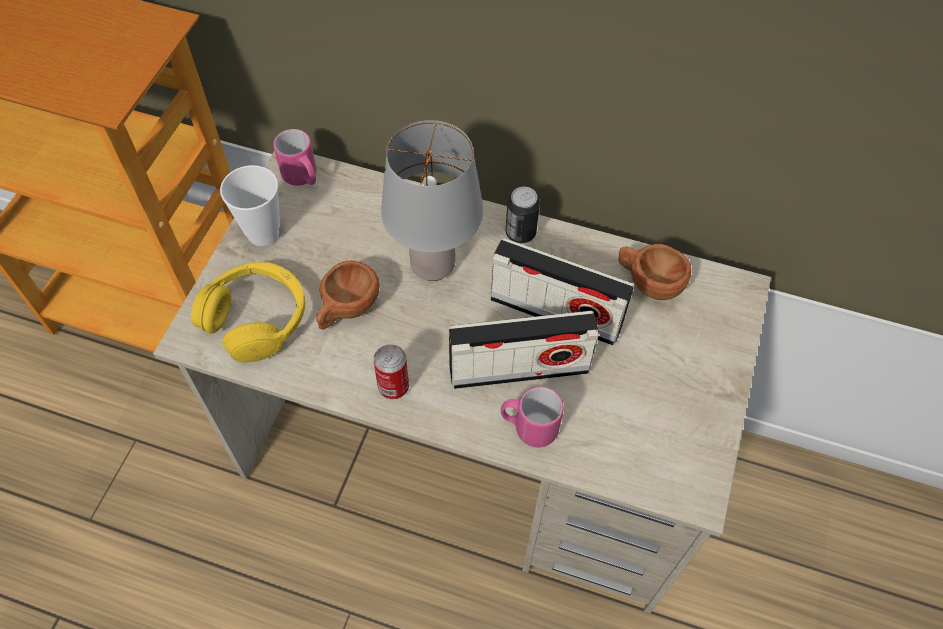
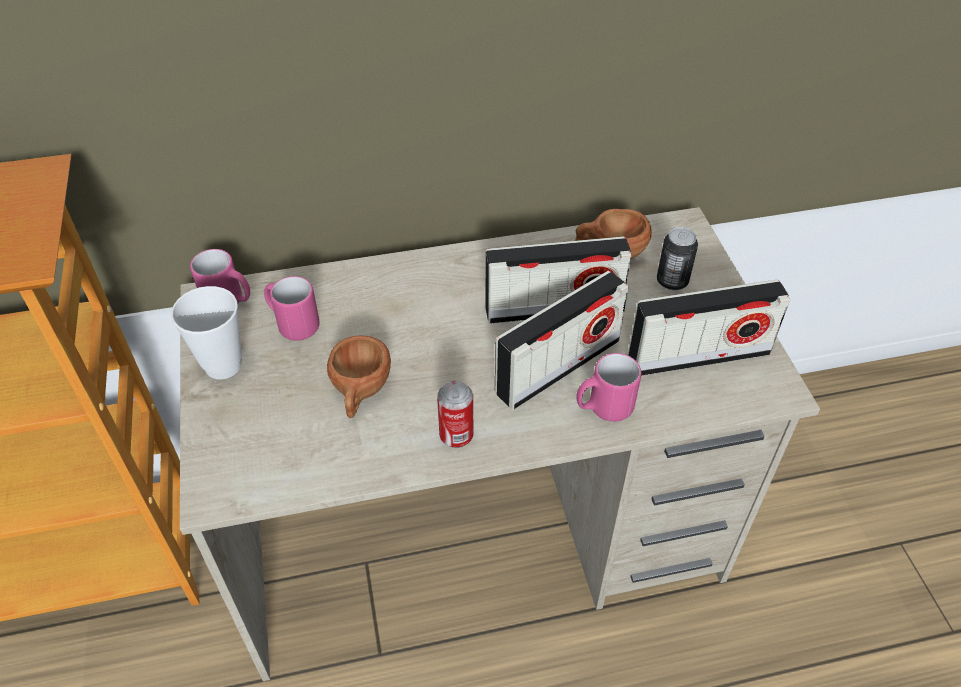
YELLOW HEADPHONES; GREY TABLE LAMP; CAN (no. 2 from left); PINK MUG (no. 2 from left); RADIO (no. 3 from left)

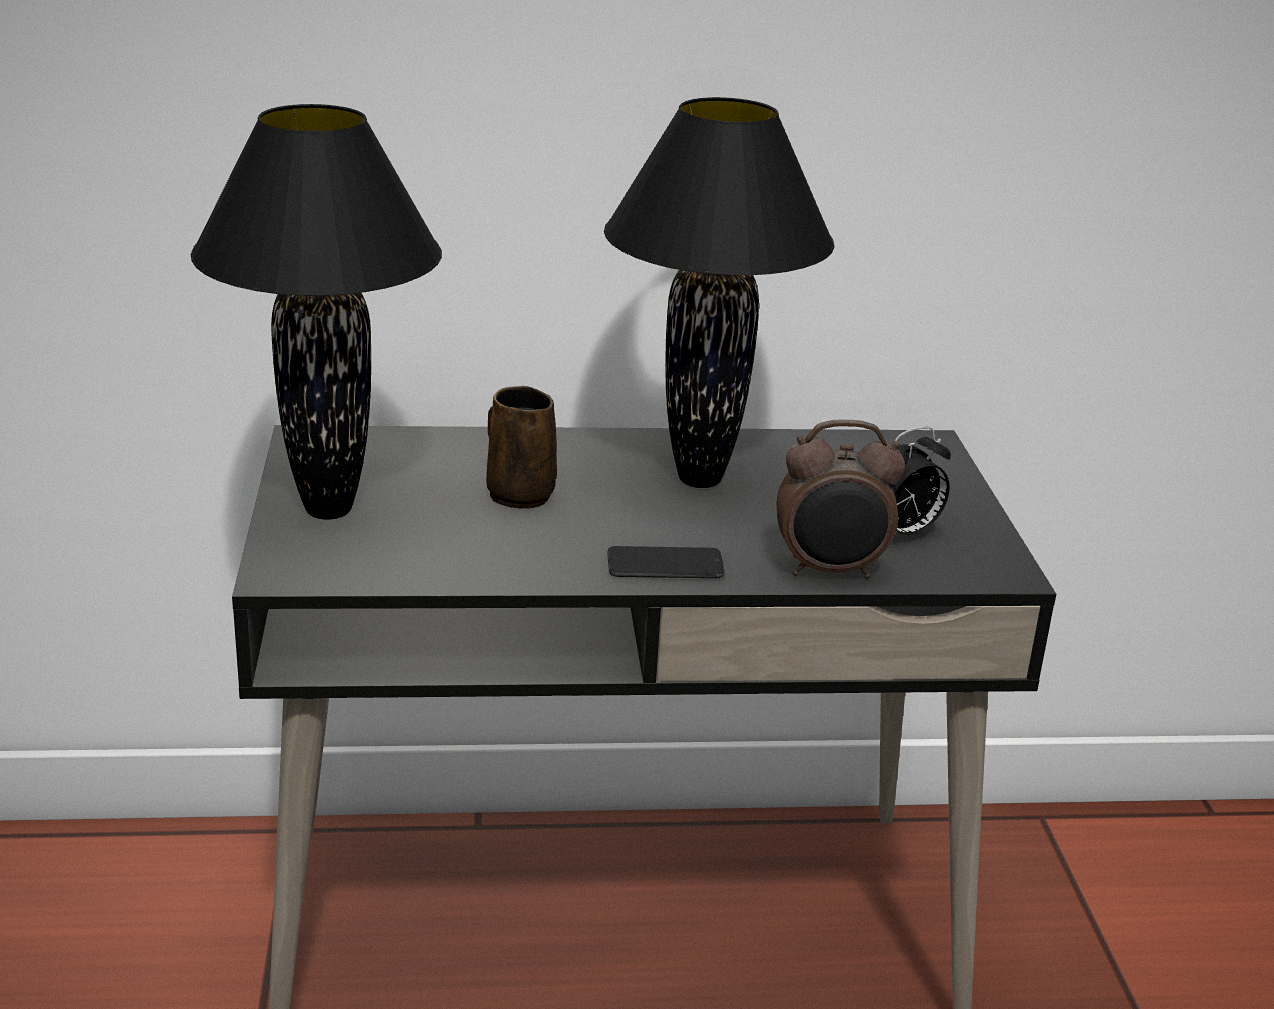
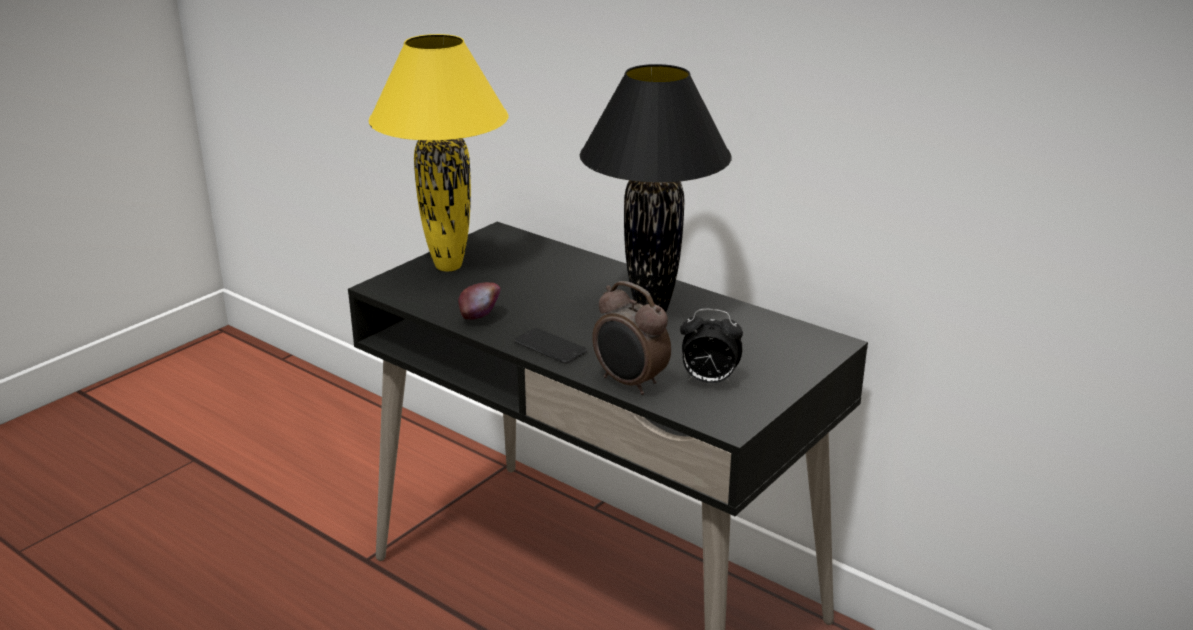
YELLOW TABLE LAMP; BROWN MUG; APPLE

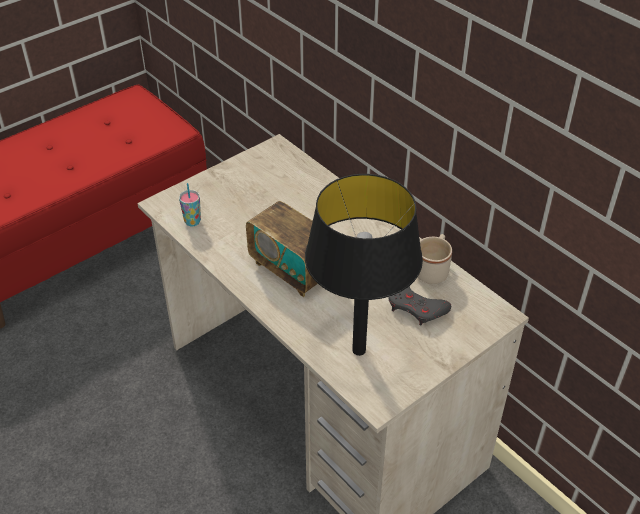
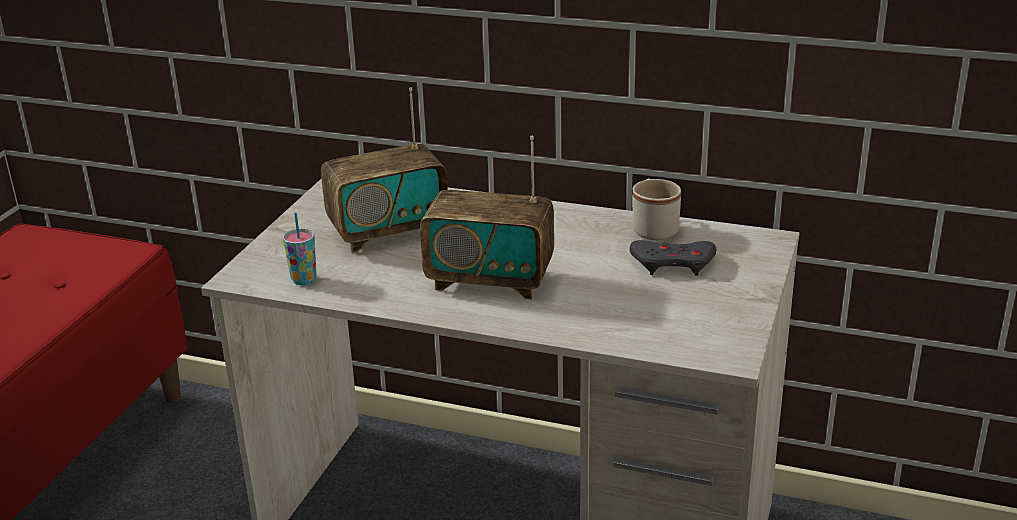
BLACK TABLE LAMP; RADIO (no. 1 from left)

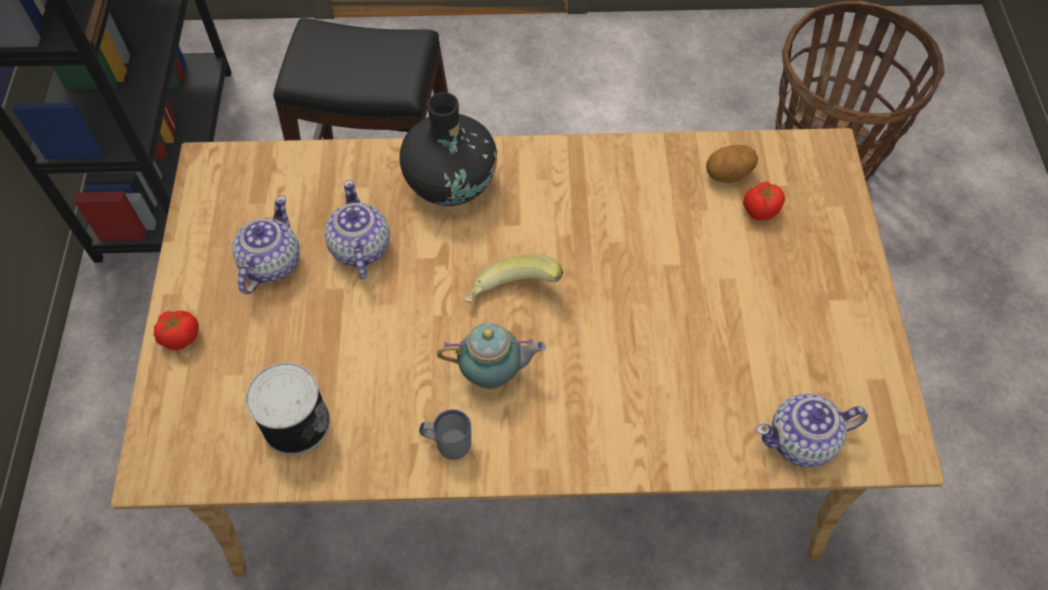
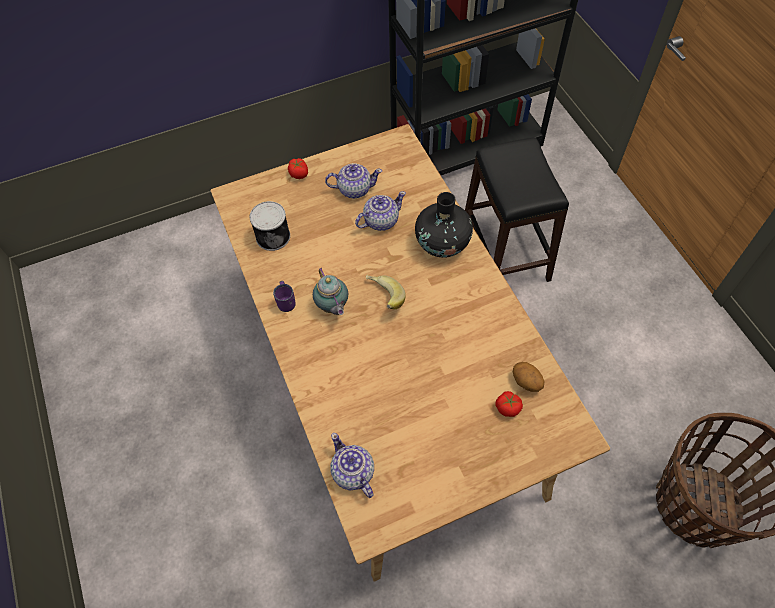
PURPLE MUG

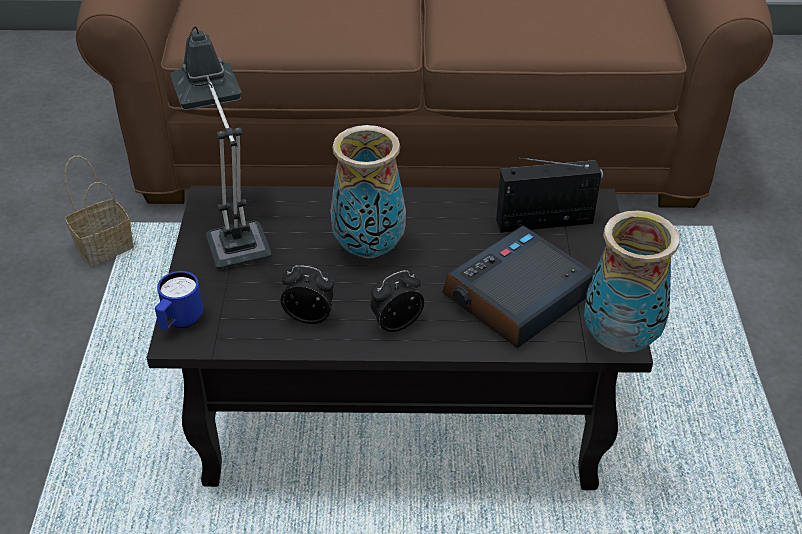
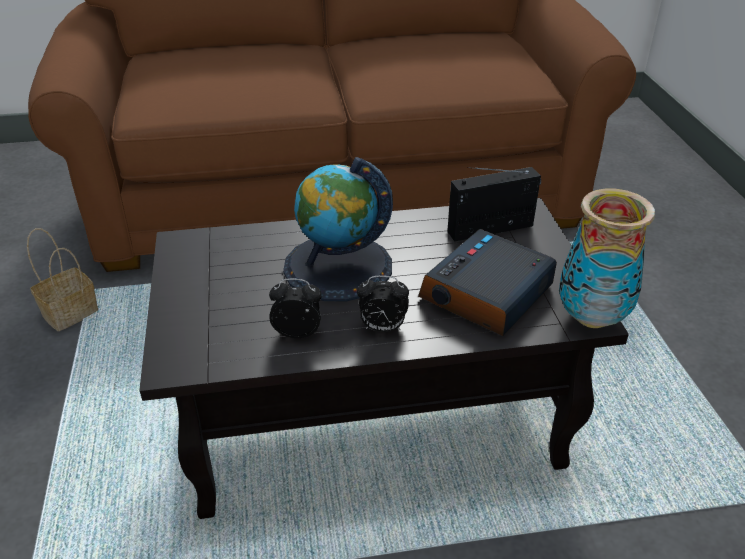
BLUE MUG; TABLE LAMP; GLOBE; ALARM CLOCK (no. 2 from left)

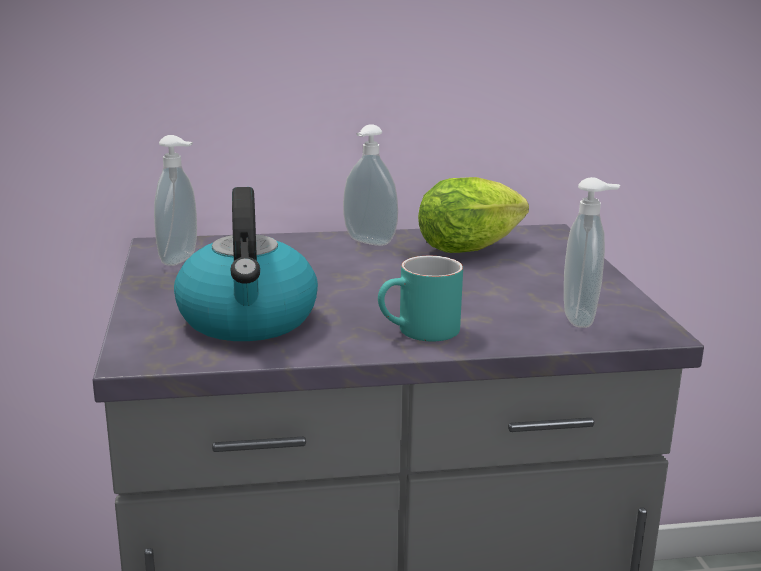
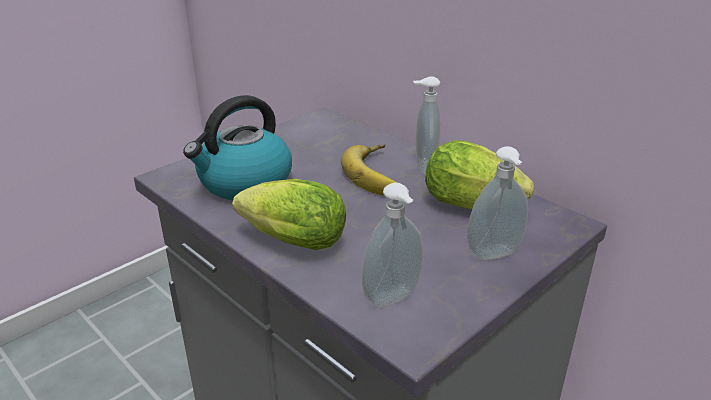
SOAP DISPENSER (no. 3 from left); LETTUCE (no. 1 from left); BANANA

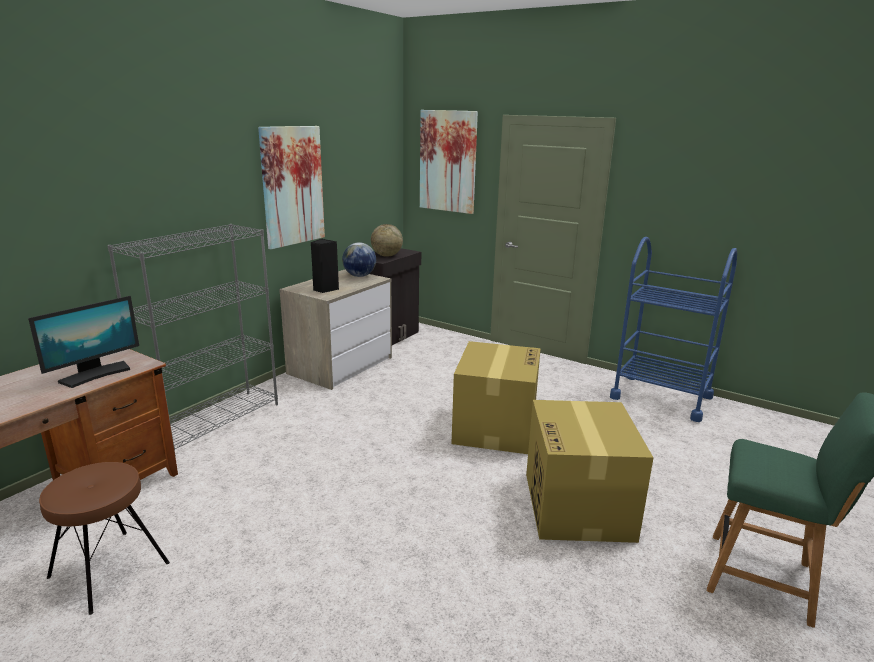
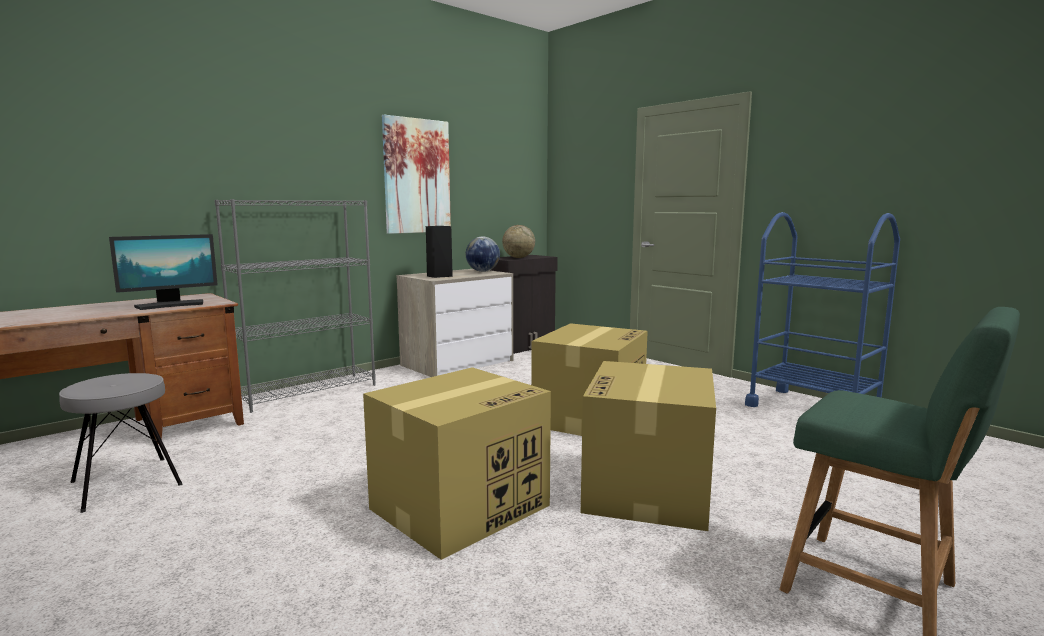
GREY STOOL; PICTURE (no. 2 from left in the first image); CARDBOARD BOX (no. 1 from left)

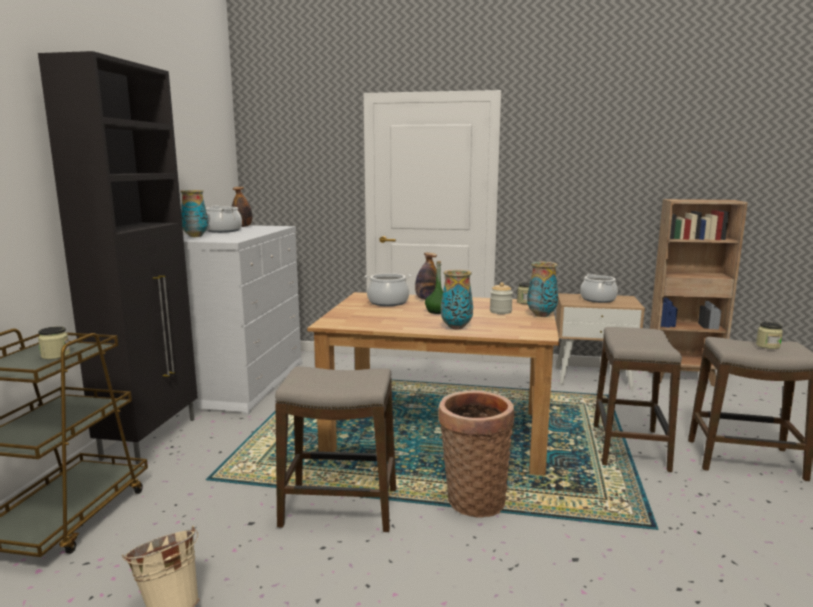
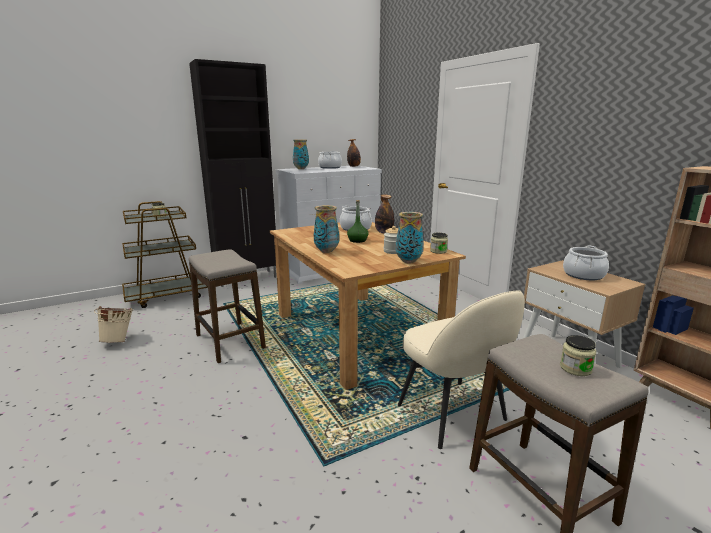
BASKET; BEIGE CHAIR

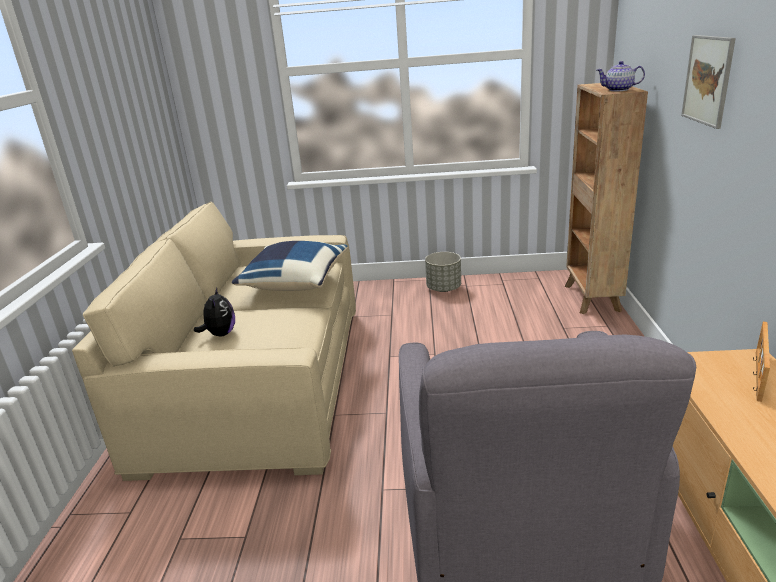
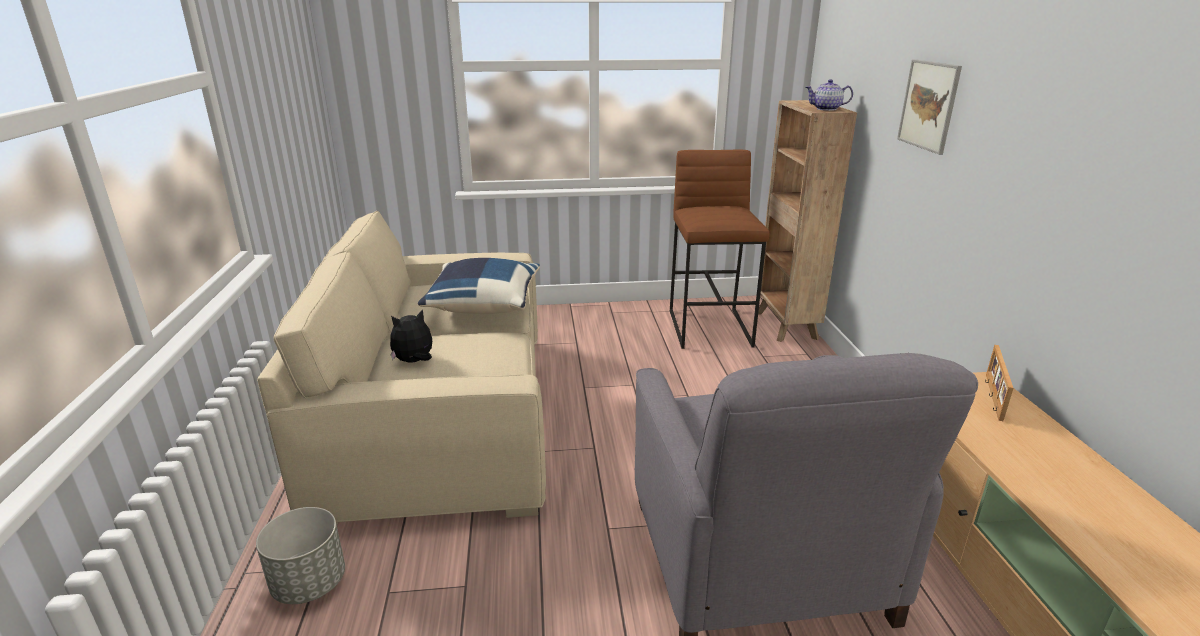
PLUSH TOY; GREY PLANTER; BROWN STOOL

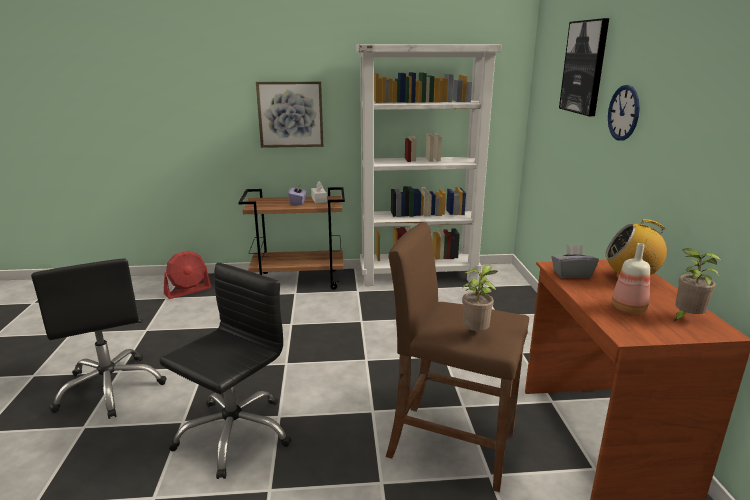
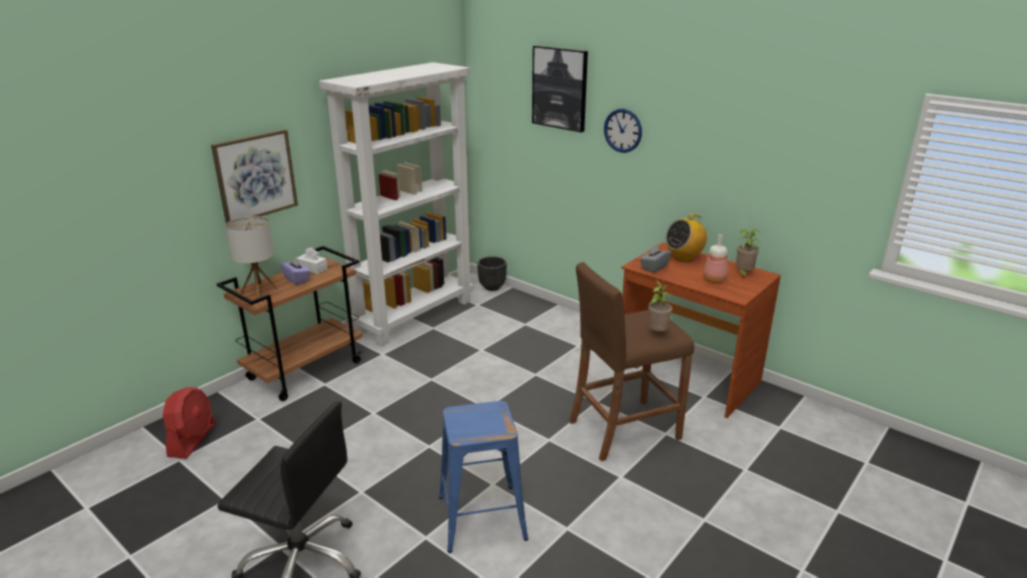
BLUE STOOL; TABLE LAMP; BLACK PLANTER

